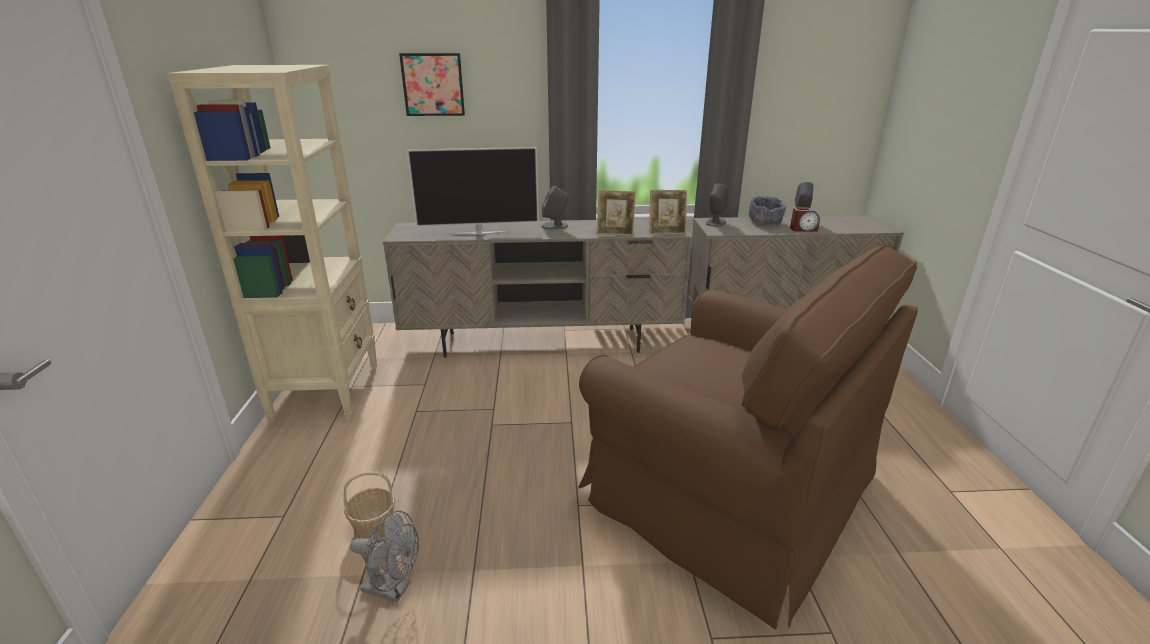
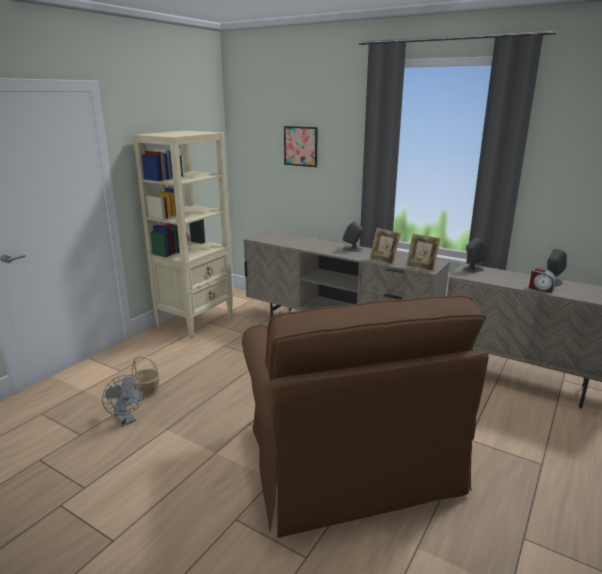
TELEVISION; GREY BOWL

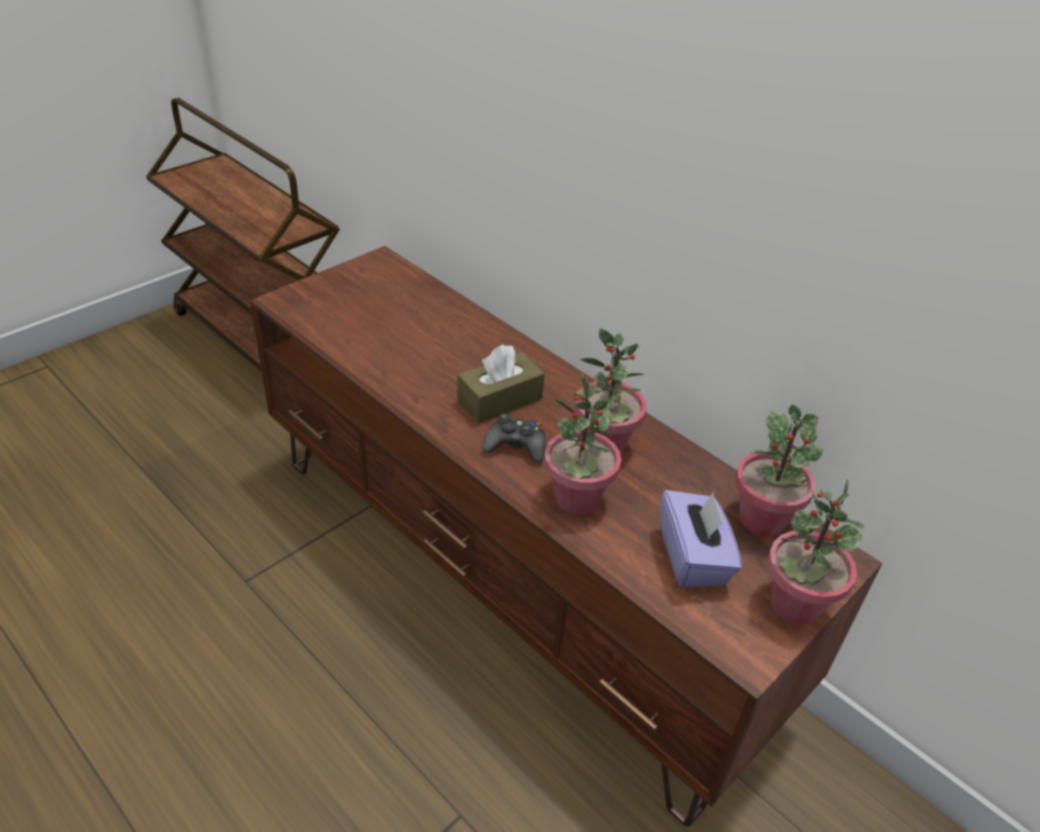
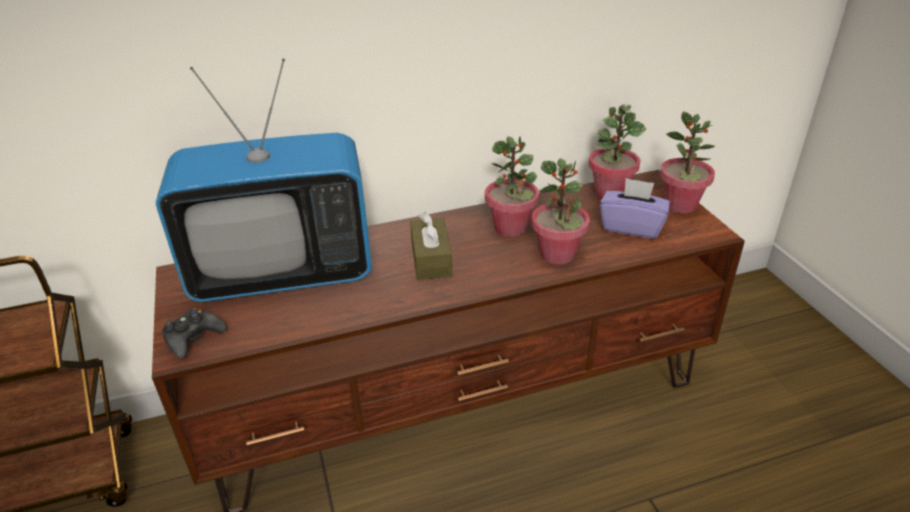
BLACK GAME CONTROLLER; TELEVISION

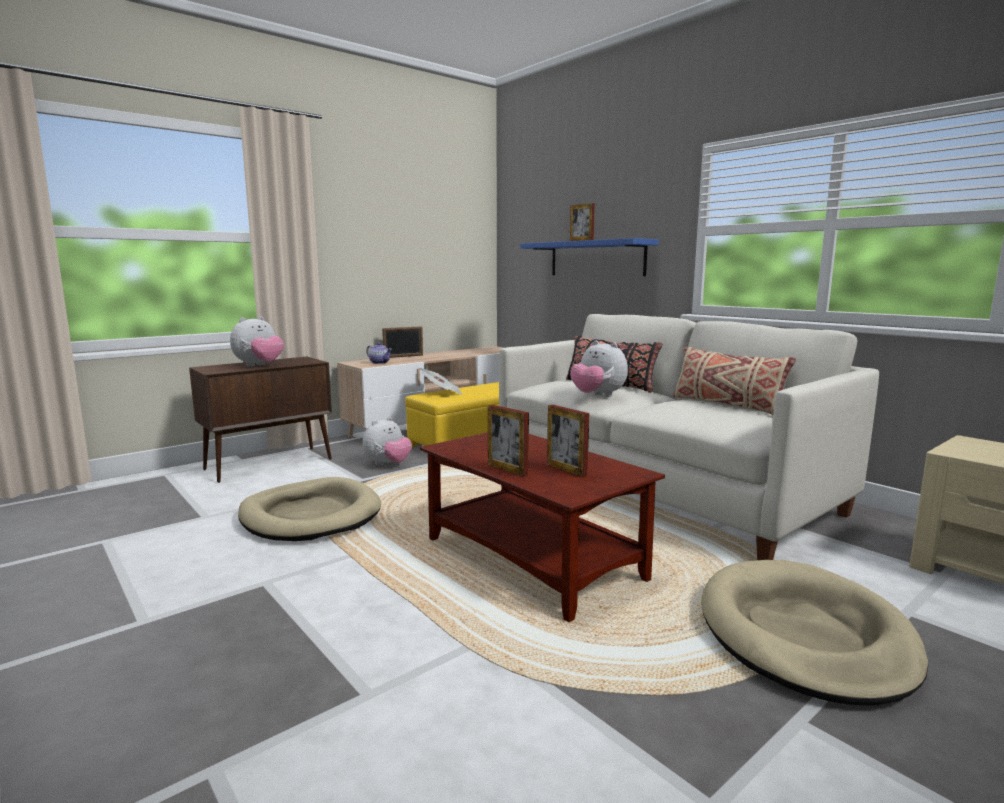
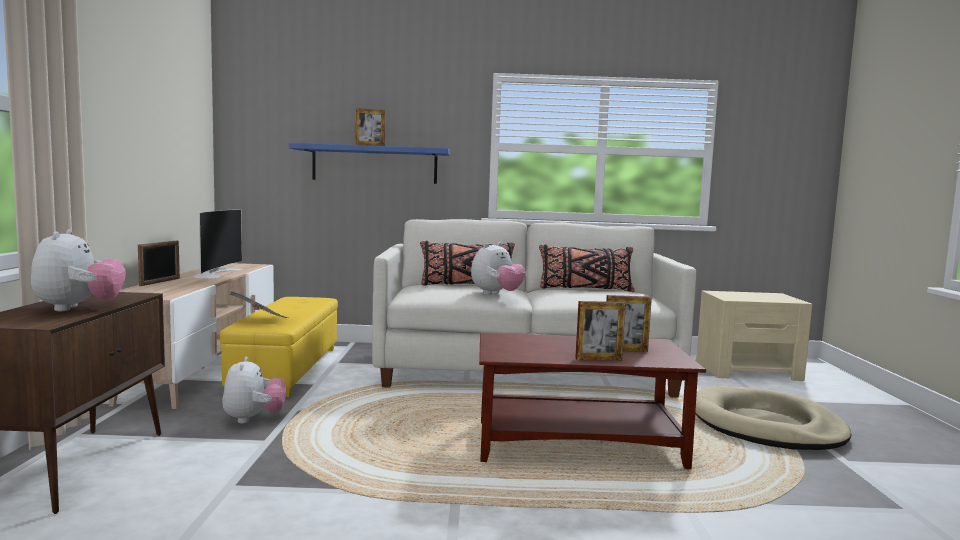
BEIGE DOG BED (no. 1 from left in the first image); TEAPOT; PLUSH TOY (no. 3 from left); BLACK PILLOW (no. 2 from left); TELEVISION

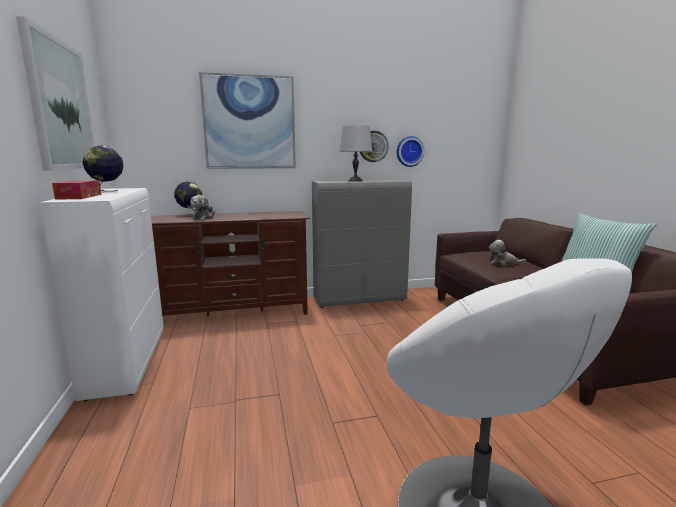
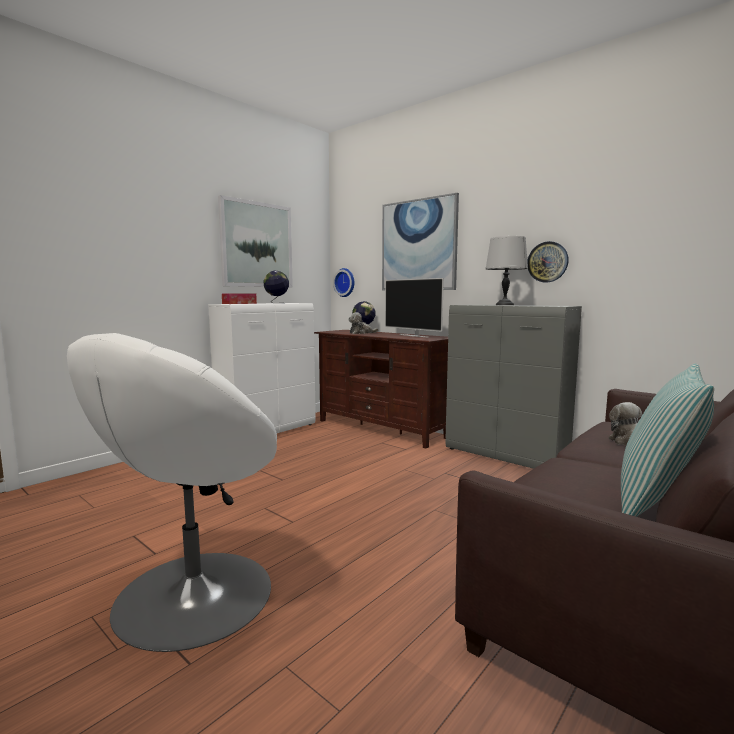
WALL CLOCK (no. 1 from left); TELEVISION

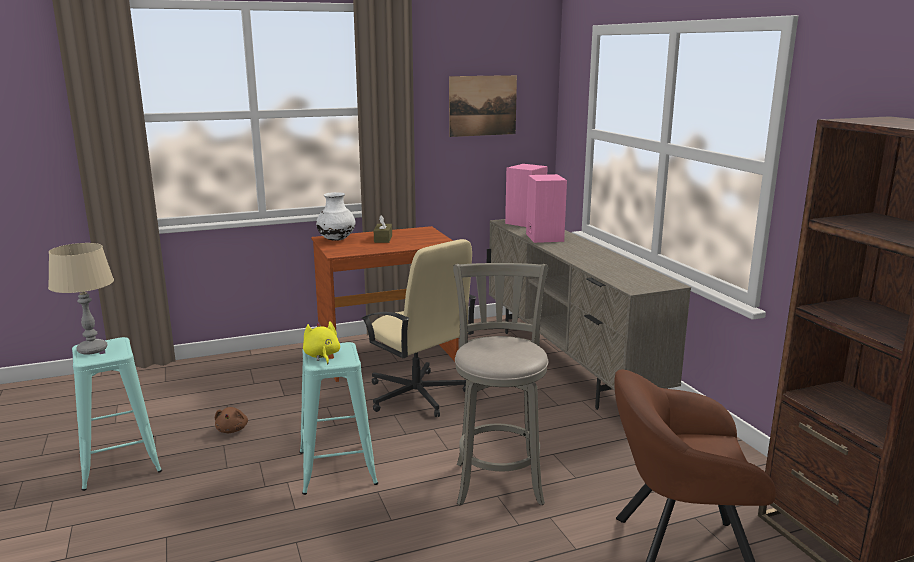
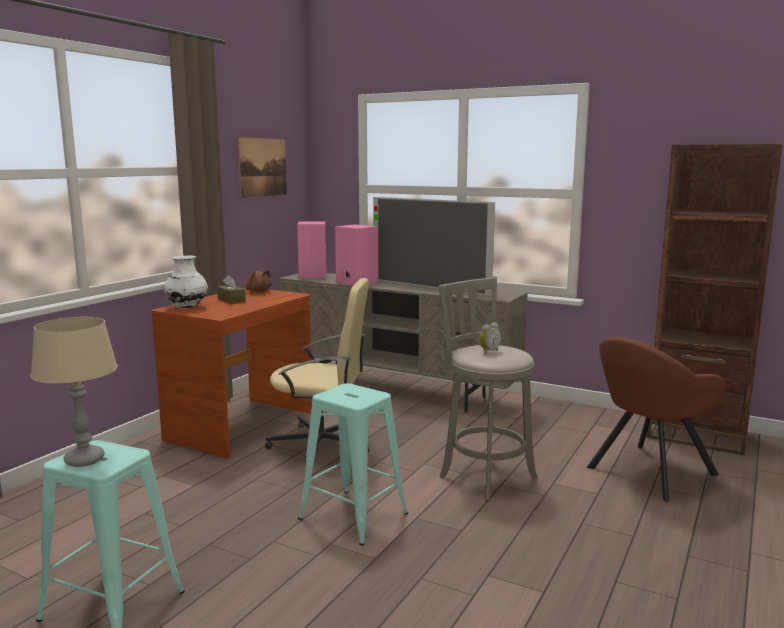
BROWN PLUSH TOY; YELLOW PLUSH TOY; TELEVISION; ALARM CLOCK

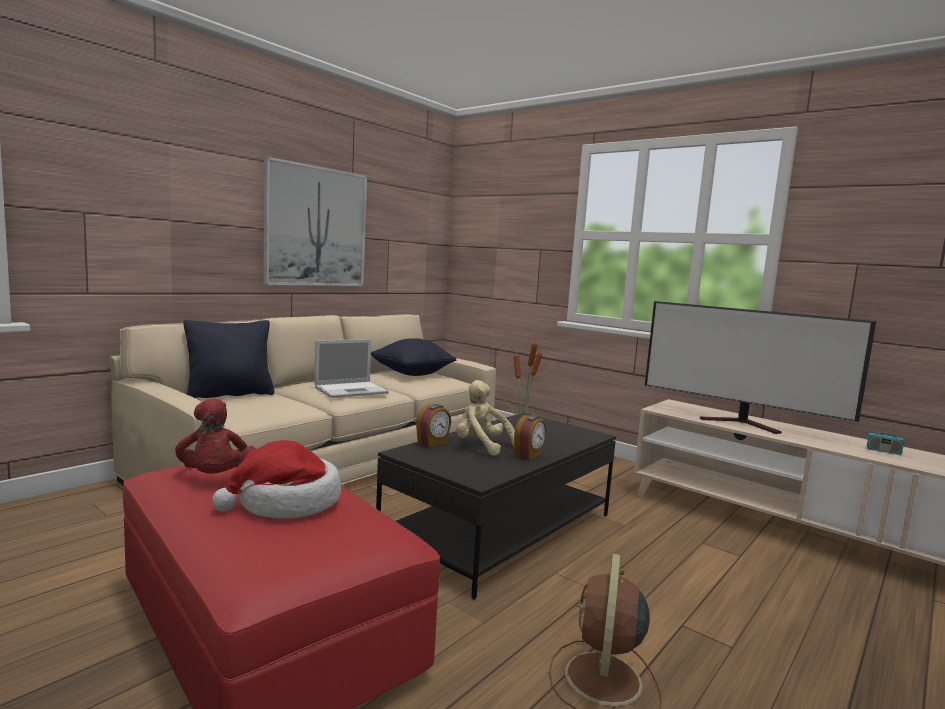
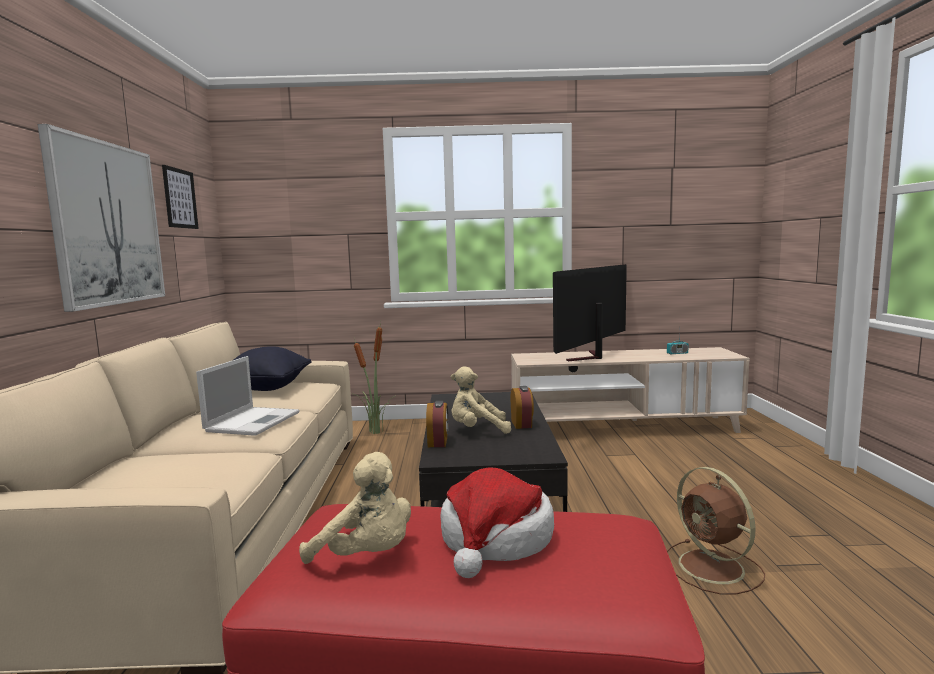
BEIGE PLUSH TOY (no. 1 from left); BLACK PILLOW (no. 1 from left in the first image); TELEVISION; PICTURE (no. 2 from left)

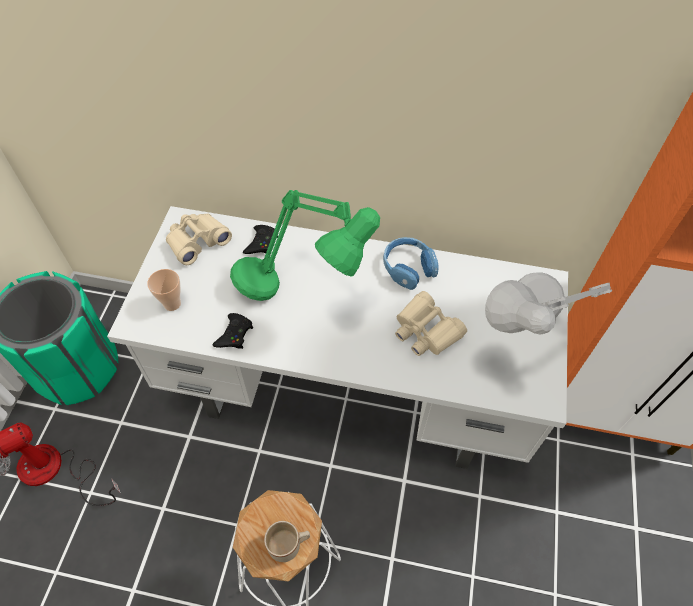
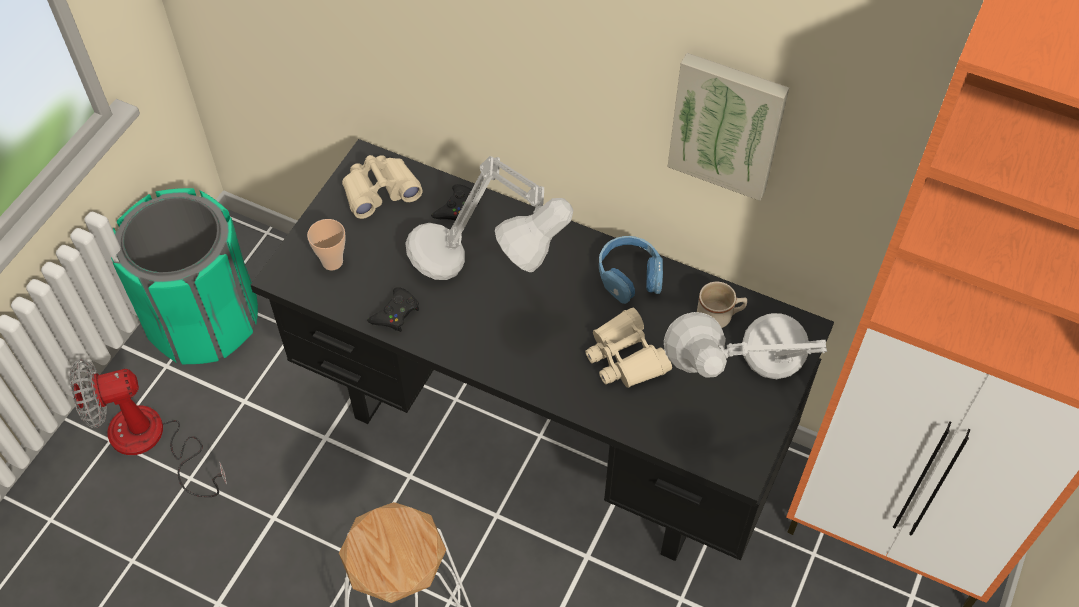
BLACK DESK; GREY TABLE LAMP (no. 1 from left); BEIGE MUG; PICTURE

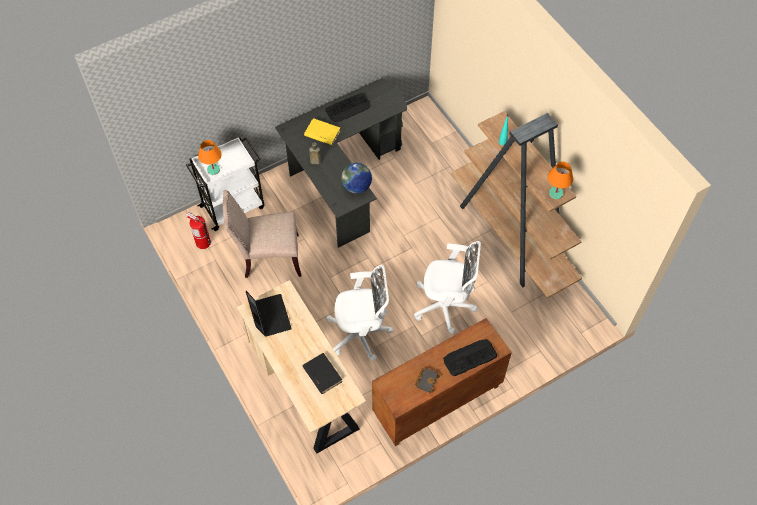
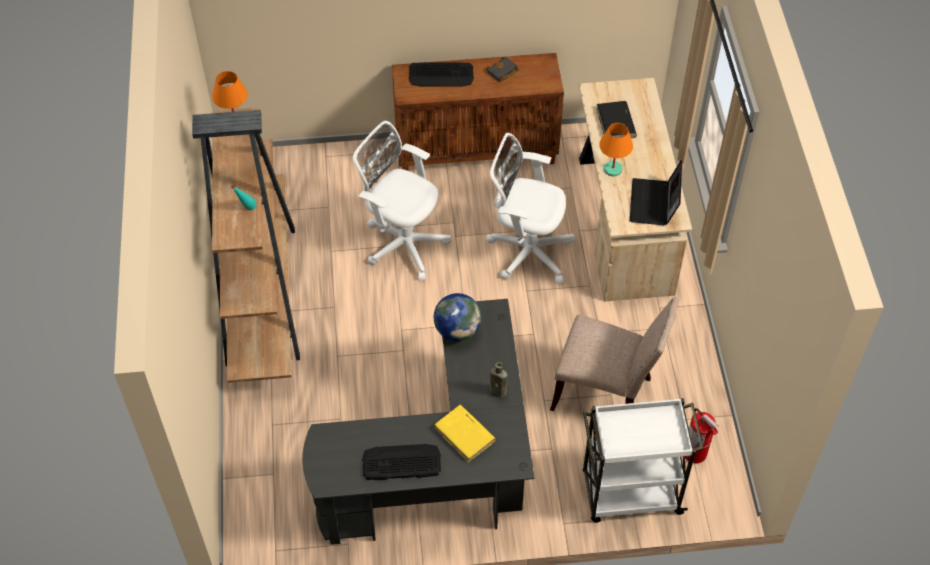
ORANGE TABLE LAMP (no. 2 from left)

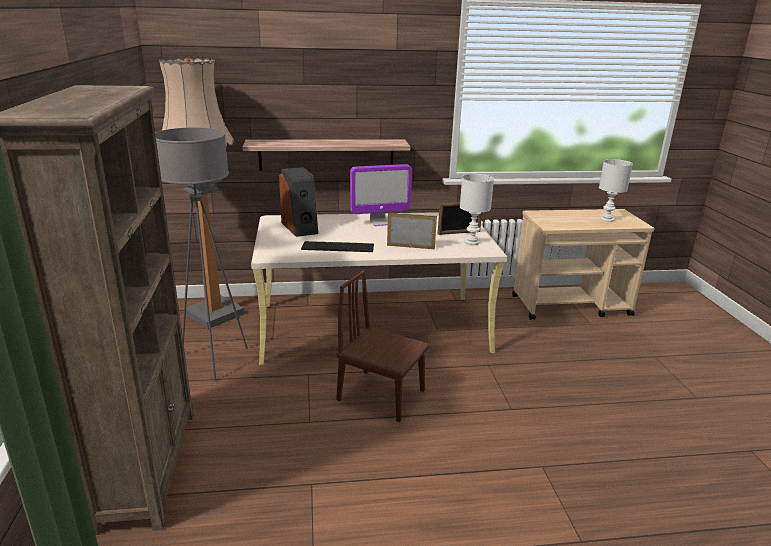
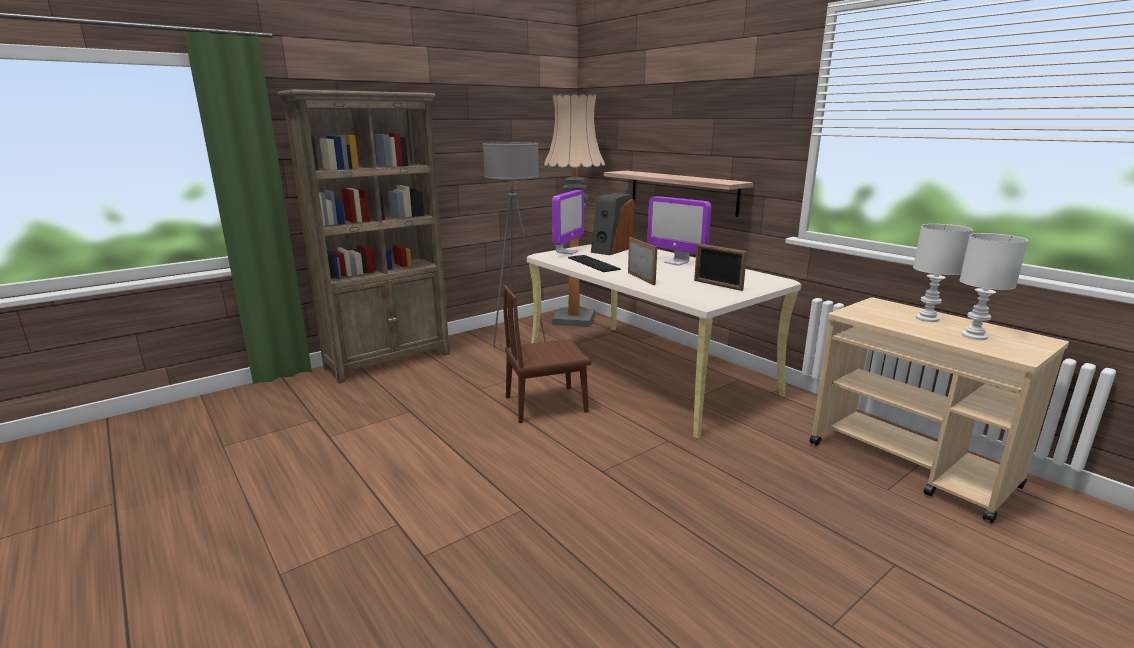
BROWN CHAIR; WHITE TABLE LAMP (no. 1 from left); MONITOR (no. 1 from left)

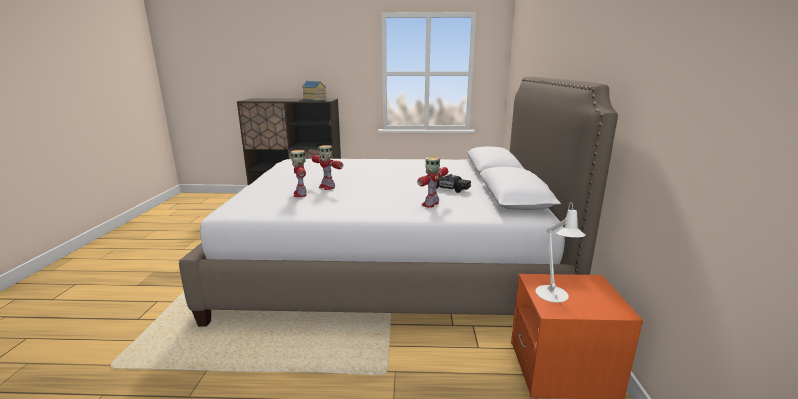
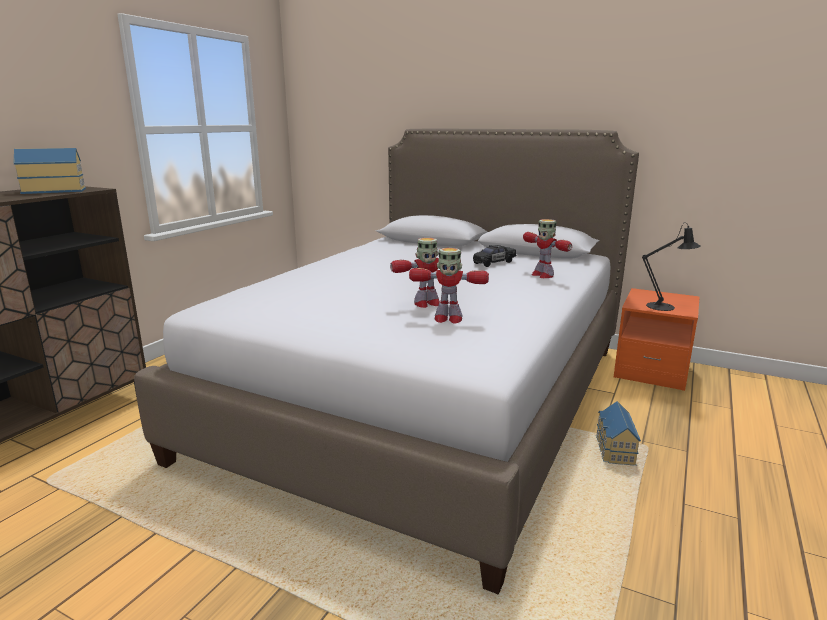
BLACK TABLE LAMP; TOY HOUSE (no. 2 from left)

